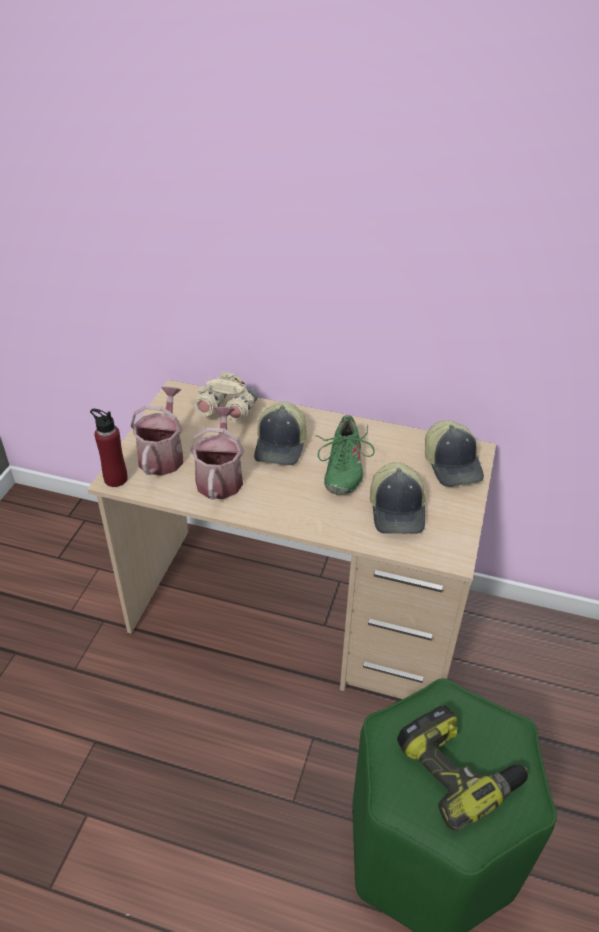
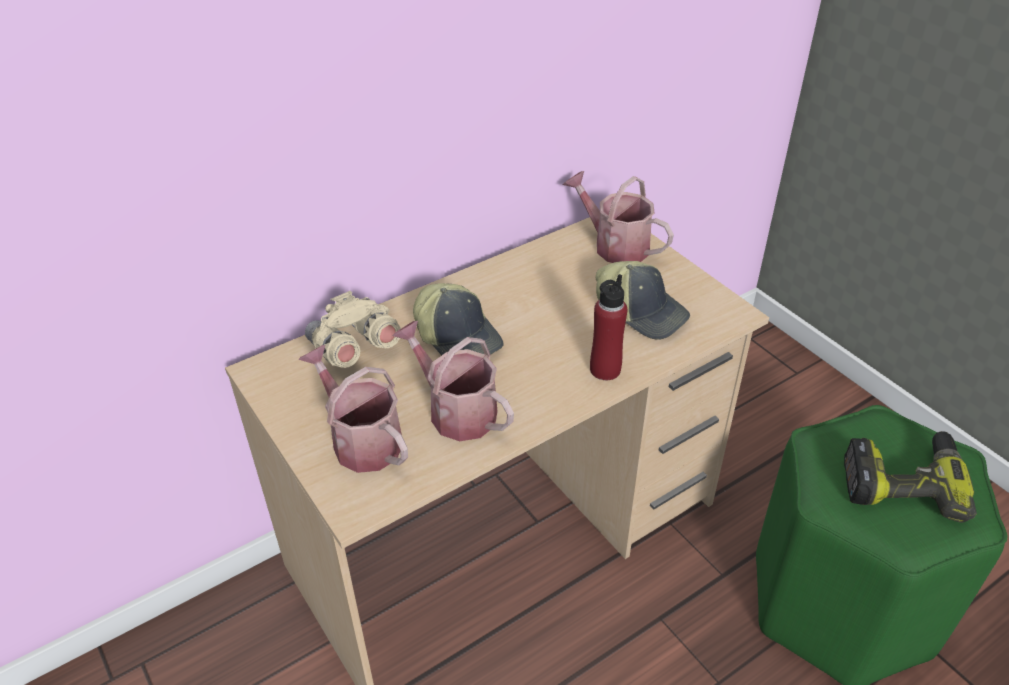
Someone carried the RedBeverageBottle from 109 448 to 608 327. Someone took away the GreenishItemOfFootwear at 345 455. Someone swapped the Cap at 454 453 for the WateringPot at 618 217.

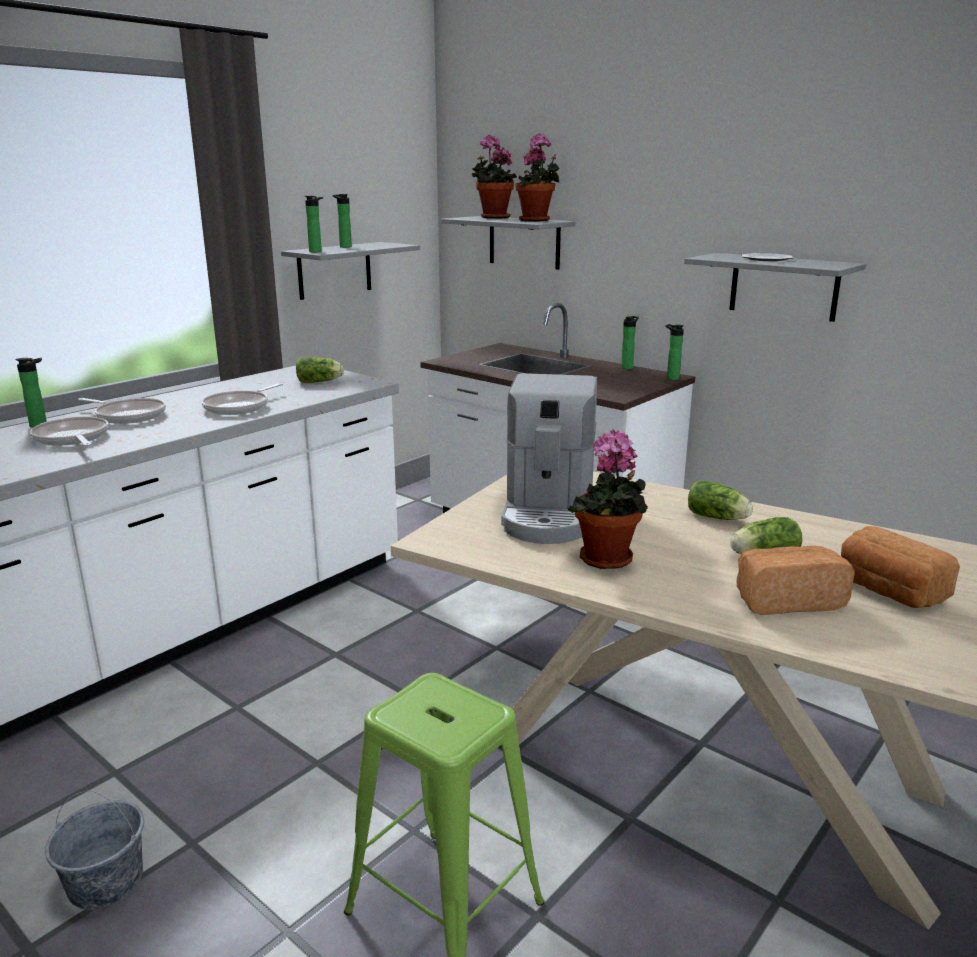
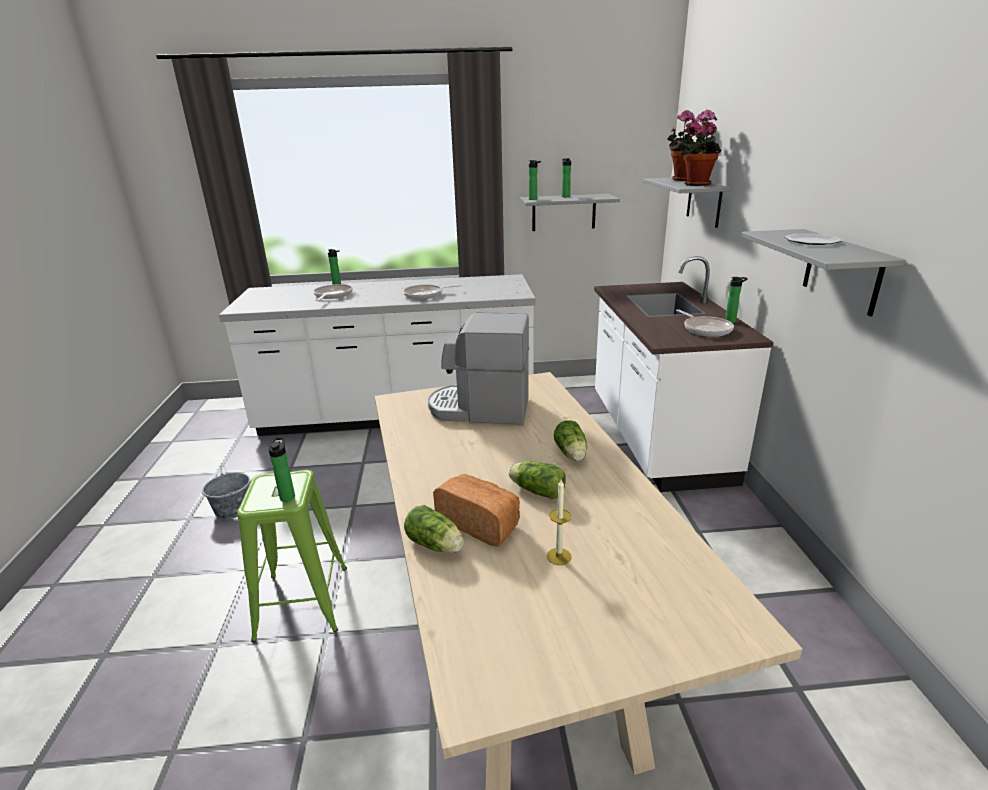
Someone carried the BeverageBottle from 674 352 to 281 469. Someone carried the HeadOfLettuce from 320 370 to 434 529. Someone rotated the CoffeeBrewer at 549 458 by 45 degrees clockwise. Someone carried the FryingPan from 122 411 to 705 323. Someone took away the Houseplant at 608 499. Someone swapped the BakeryBread at 900 567 for the WaxCandle at 559 522.

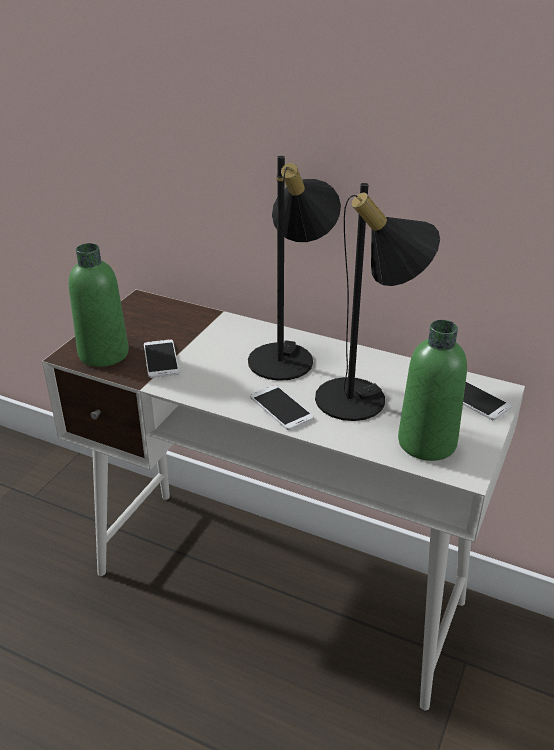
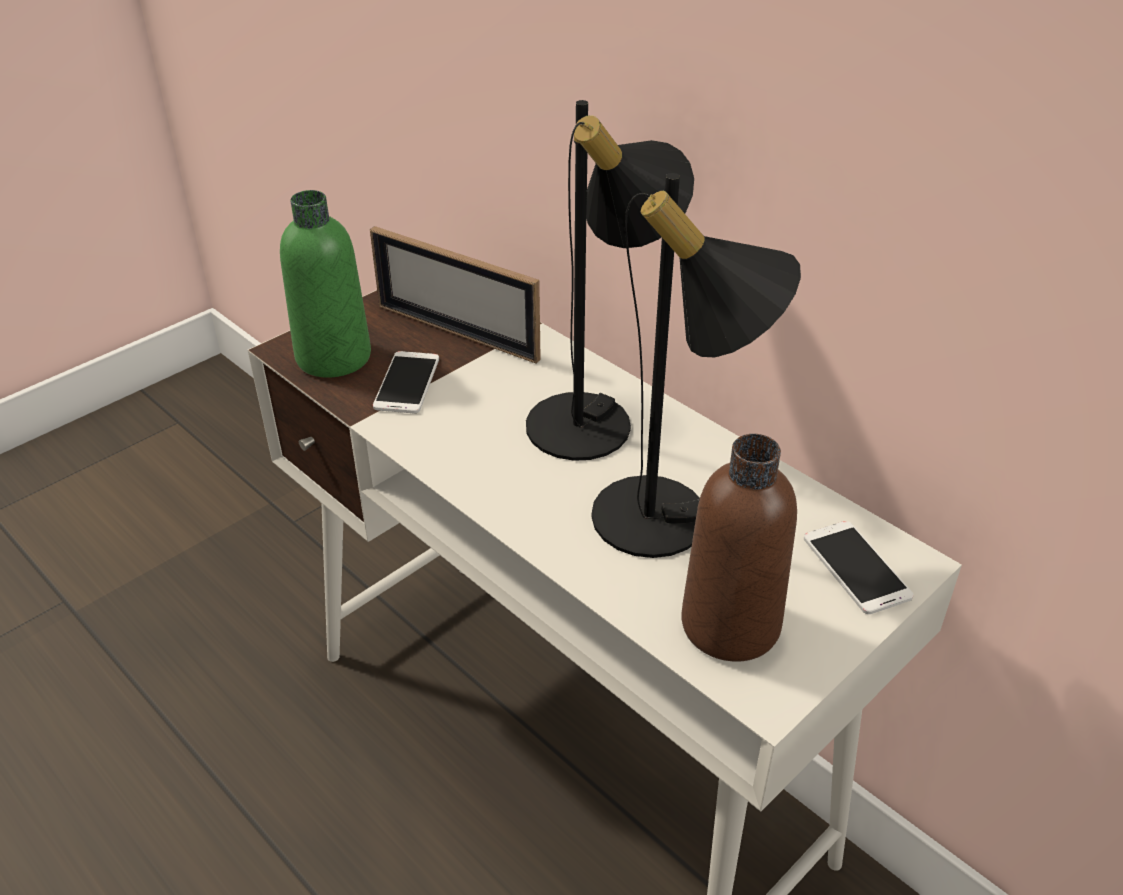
Someone repainted the GreenishBeverageBottle at 432 390, which became the BrownishBeverageBottle at 739 548. Someone took away the Phone at 282 407. Someone put down the StandingFrame at 455 295.

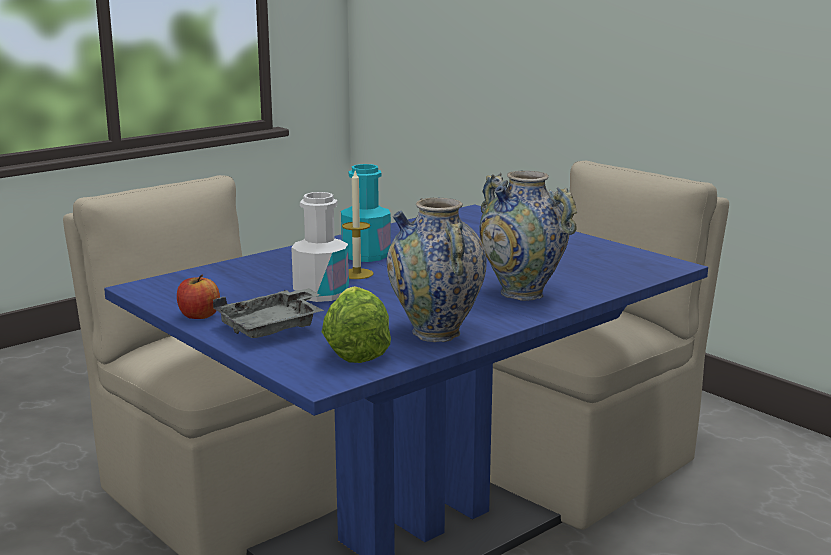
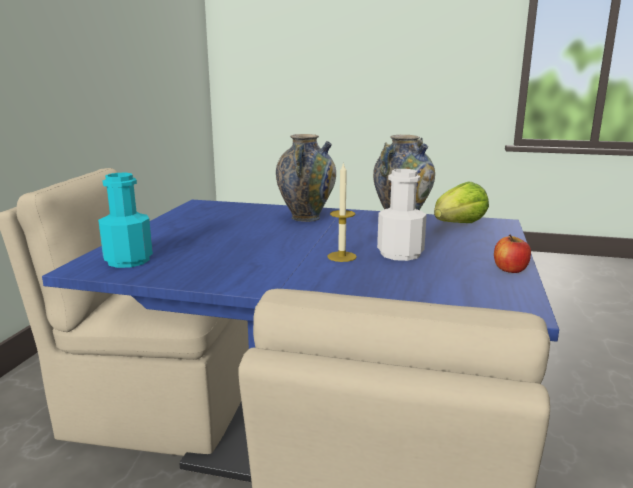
Someone carried the TurquoiseBeverageBottle from 366 213 to 125 220. Someone took away the GreyCarryingTray at 268 313.

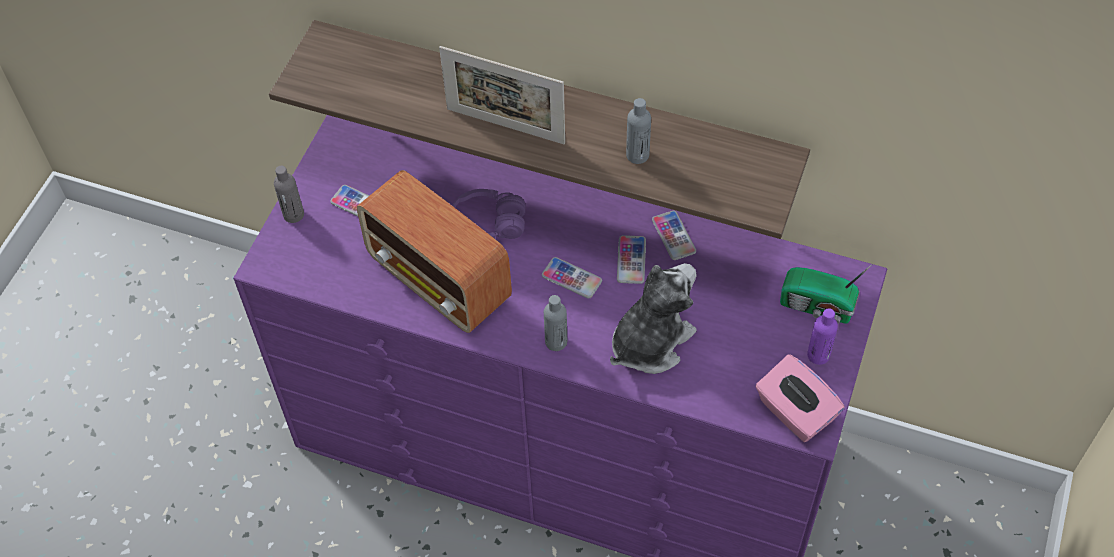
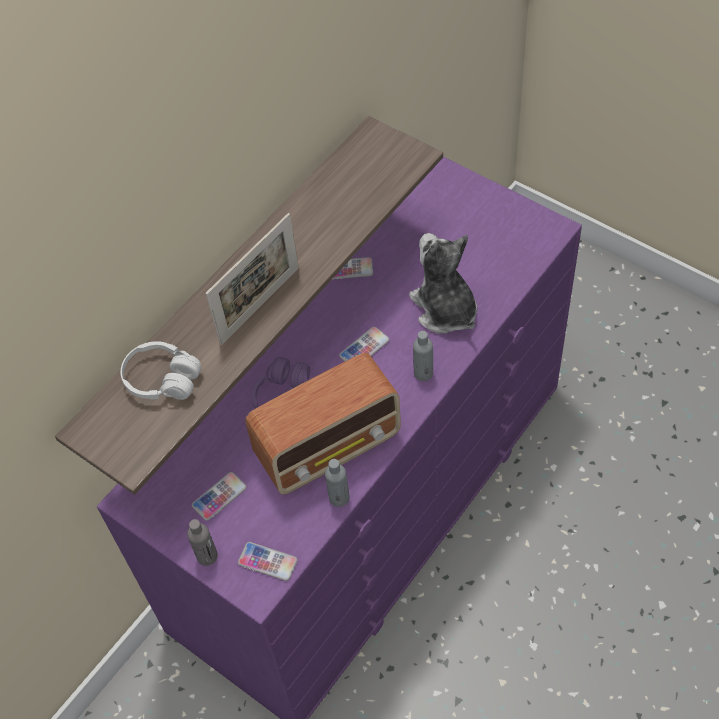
Someone carried the GreyBeverageBottle from 638 131 to 337 483. Someone carried the Phone from 631 259 to 267 561. Someone took away the RadioSet at 826 294. Someone took away the PurpleColouredBeverageBottle at 822 336. Someone took away the PinkColouredTissueBox at 800 398. Someone put down the WhiteHeadset at 161 370.

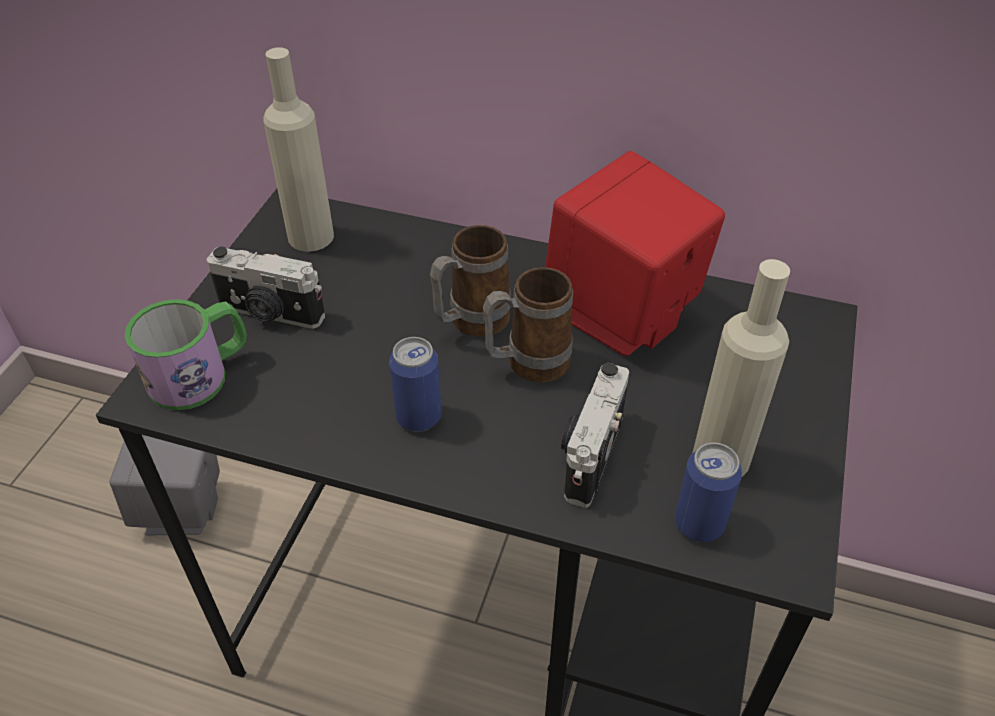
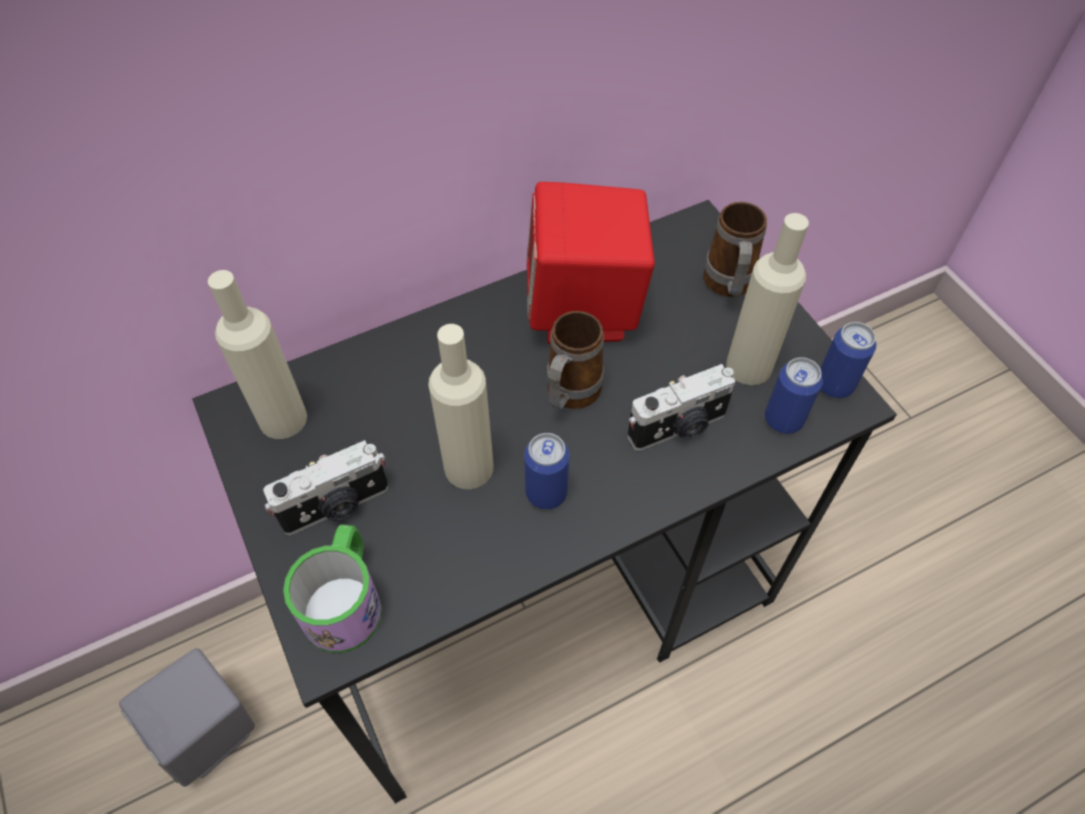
Someone carried the Mug from 470 281 to 735 249. Someone rotated the PhotoCamera at 595 435 by 90 degrees counterclockwise. Someone put down the Can at 848 360. Someone put down the BeigeColouredBeverageBottle at 461 406.

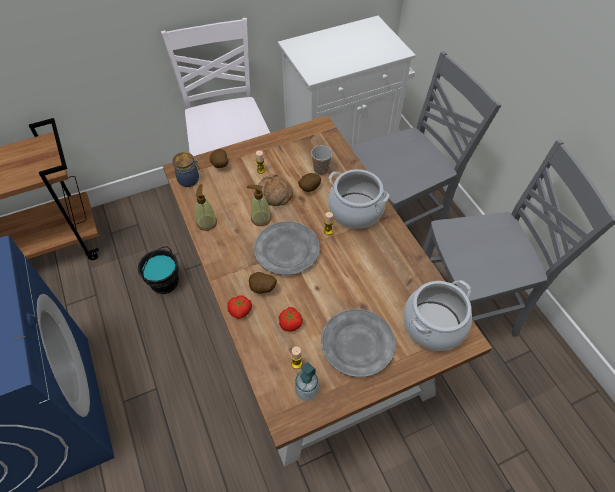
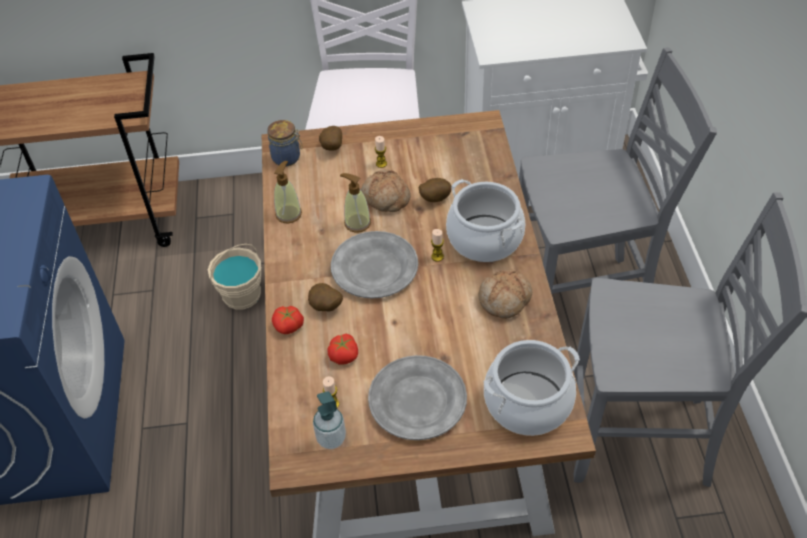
Someone took away the SmallCup at 321 160. Someone repainted the BlackColouredBucket at 158 270, which became the BeigeColouredBucket at 234 277. Someone put down the BakeryBread at 505 294.

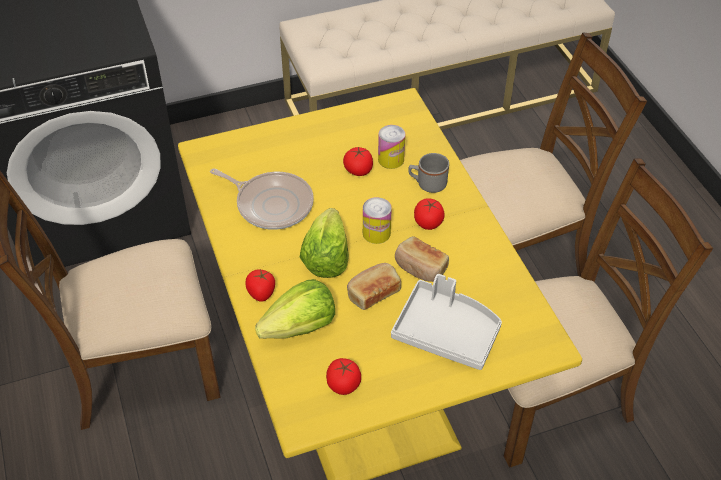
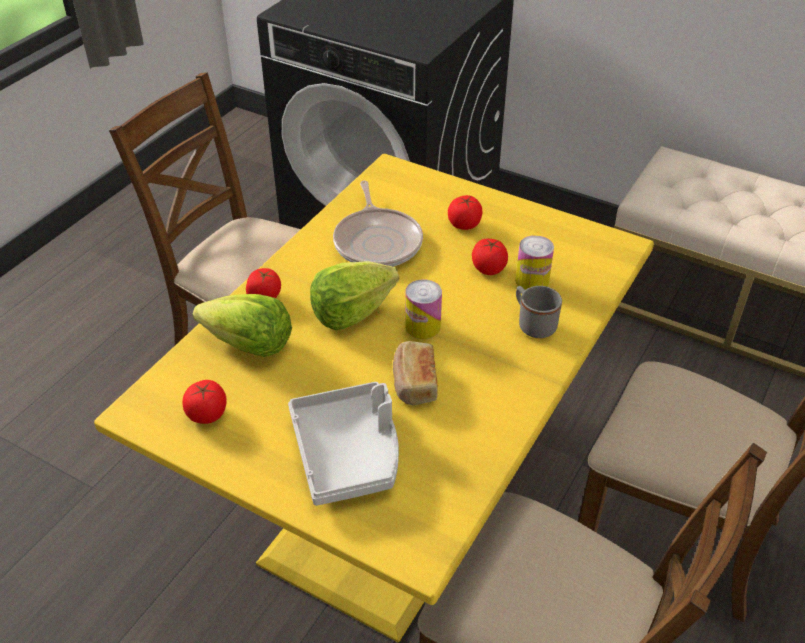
Someone carried the Tomato from 429 214 to 465 212. Someone took away the BakeryBread at 374 286.

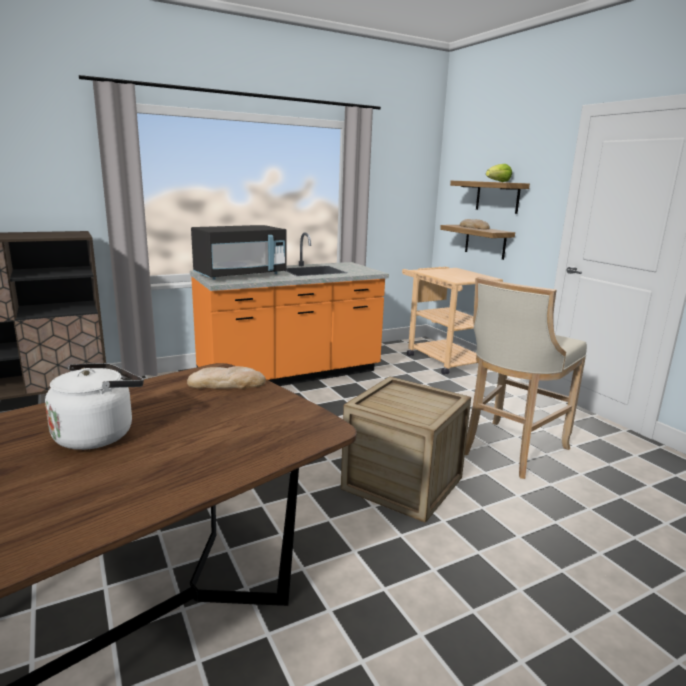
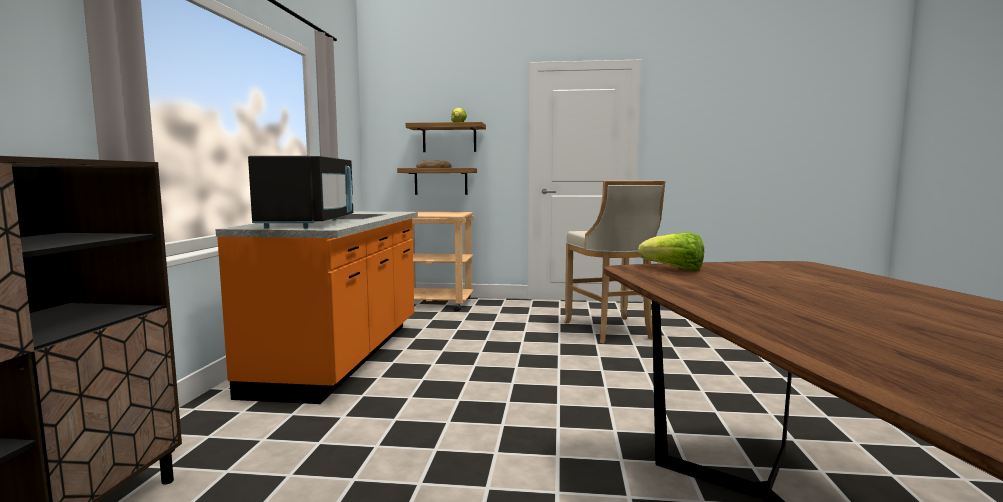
Someone took away the WhiteWaterKettle at 94 406. Someone swapped the BakeryBread at 226 377 for the HeadOfLettuce at 671 251. Someone took away the Crate at 406 449.

